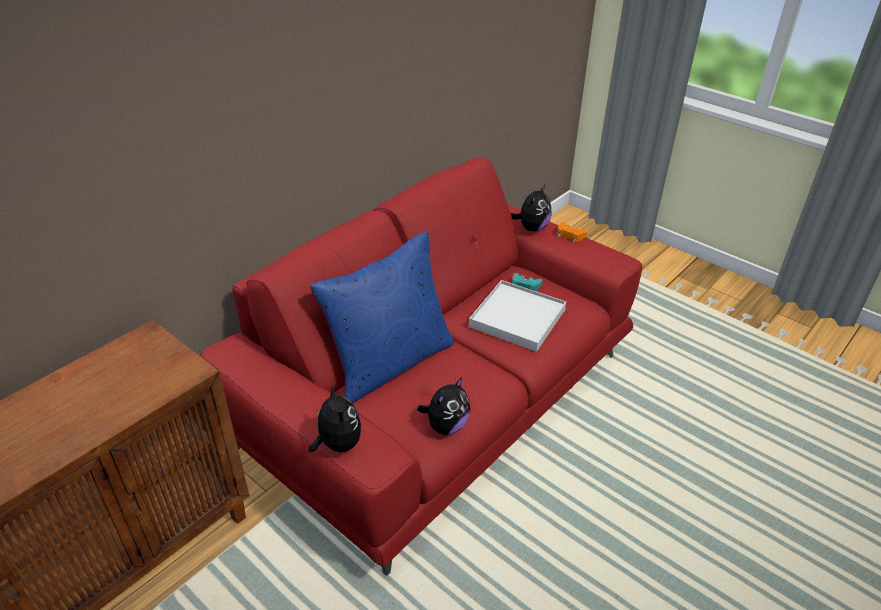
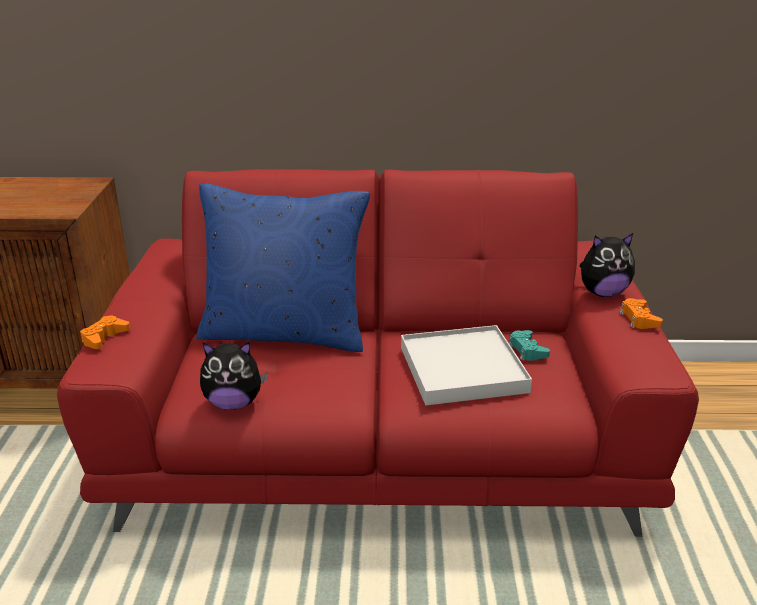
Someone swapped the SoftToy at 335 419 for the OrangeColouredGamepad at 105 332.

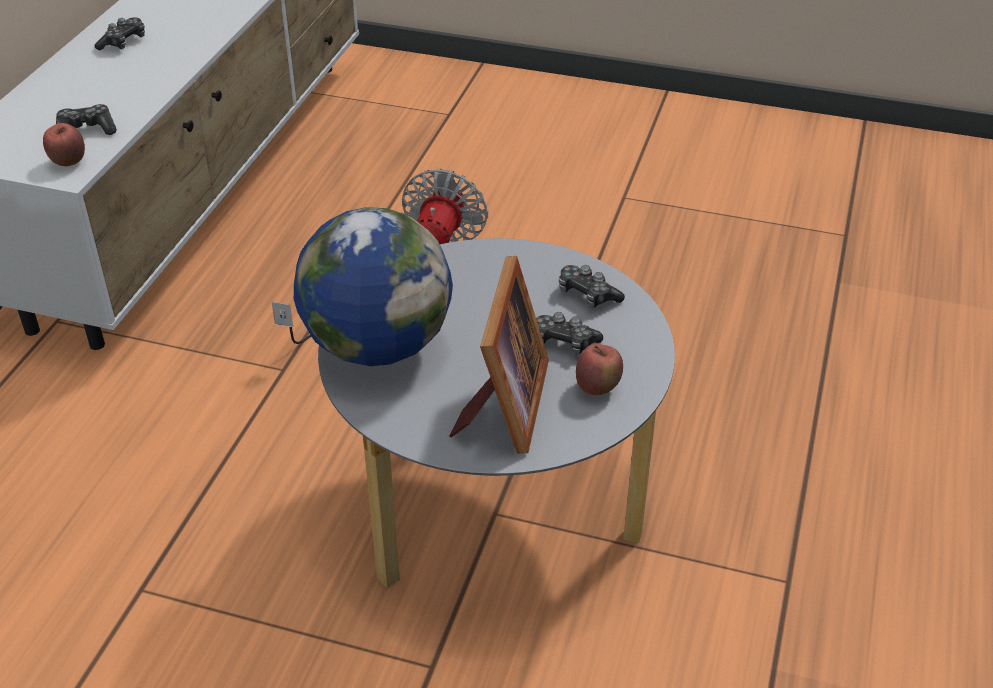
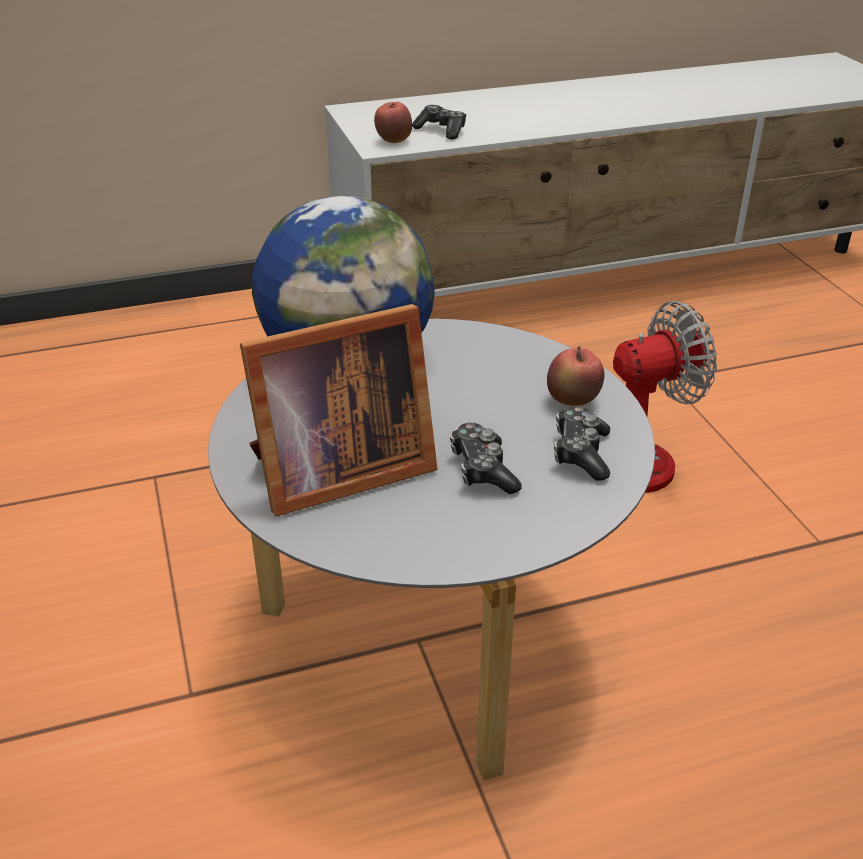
Someone took away the Gamepad at 119 33. Someone carried the Apple from 599 370 to 576 376.

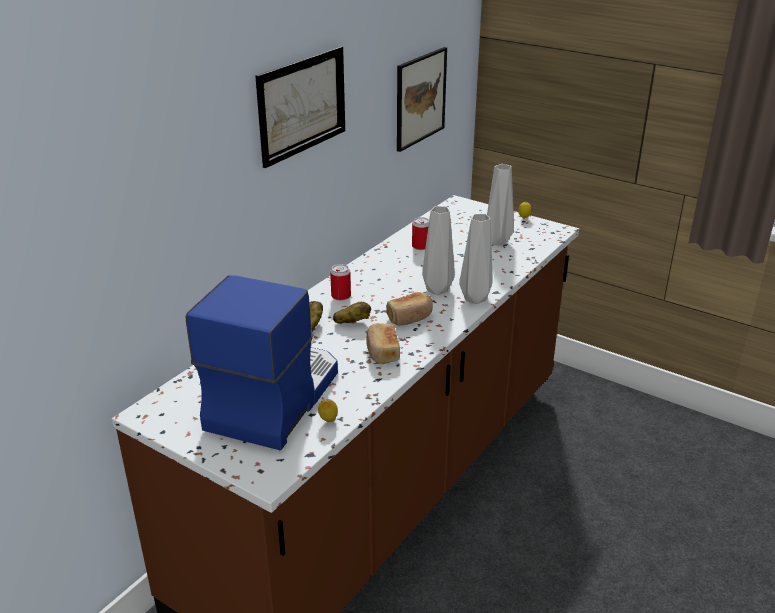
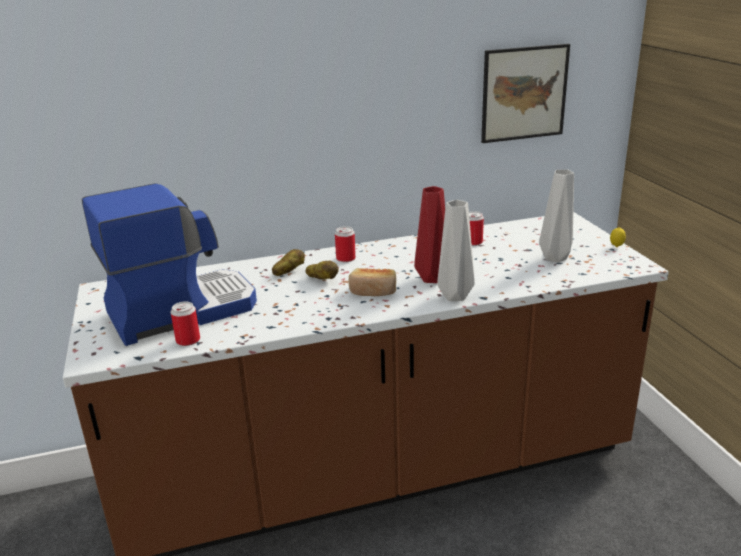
Someone took away the WallPicture at 300 107. Someone repainted the GreyDecorativeVase at 438 250, which became the RedDecorativeVase at 429 234. Someone took away the BakeryBread at 383 343. Someone swapped the CitrusFruit at 328 410 for the Can at 185 323.

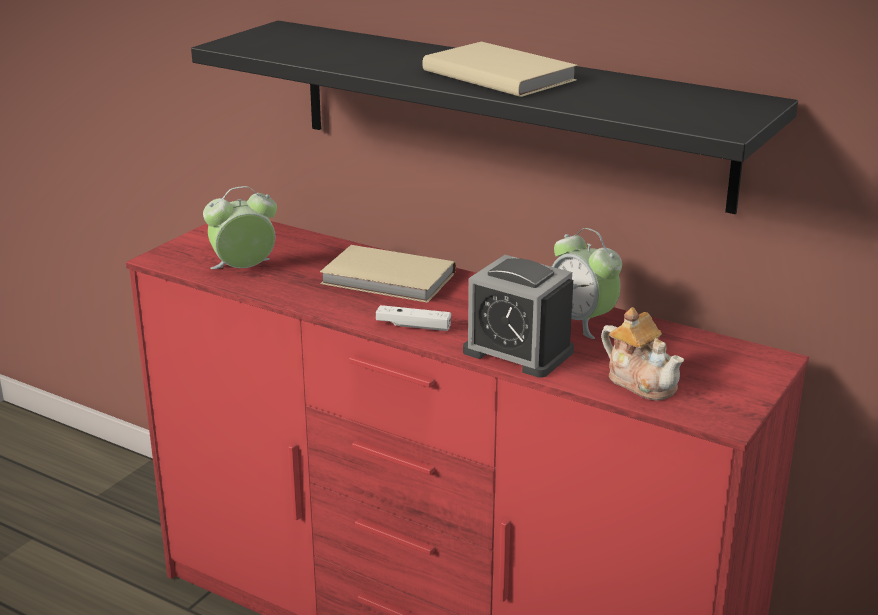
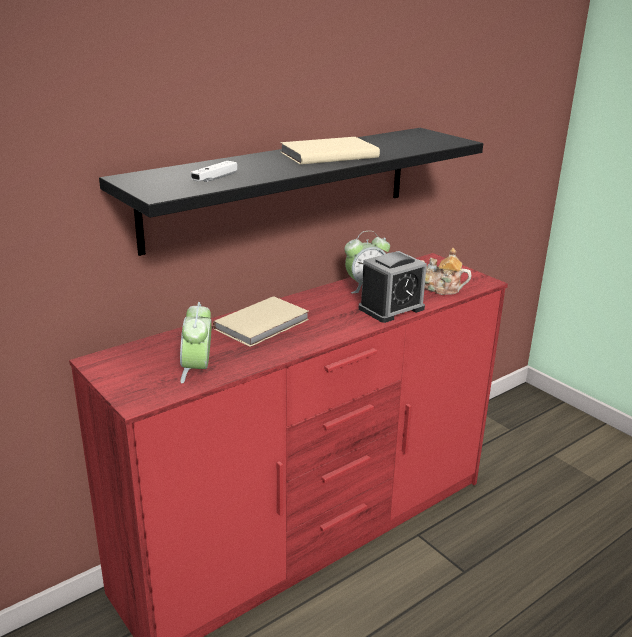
Someone carried the WhiteGamepad from 413 318 to 214 171. Someone rotated the TeaPot at 642 354 by 135 degrees counterclockwise.

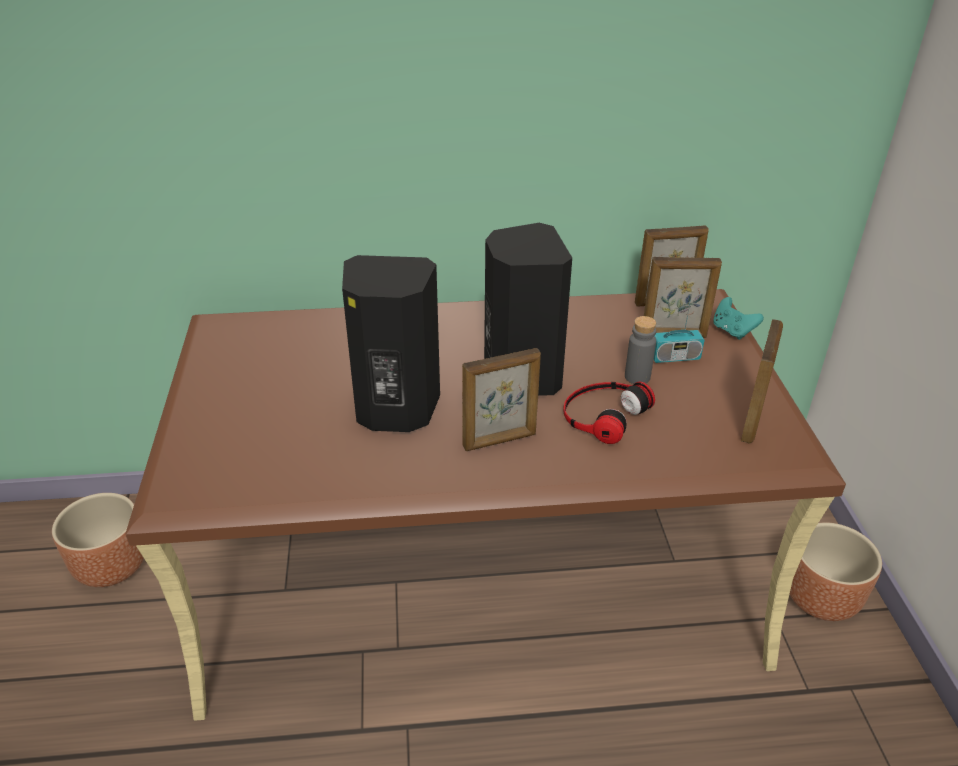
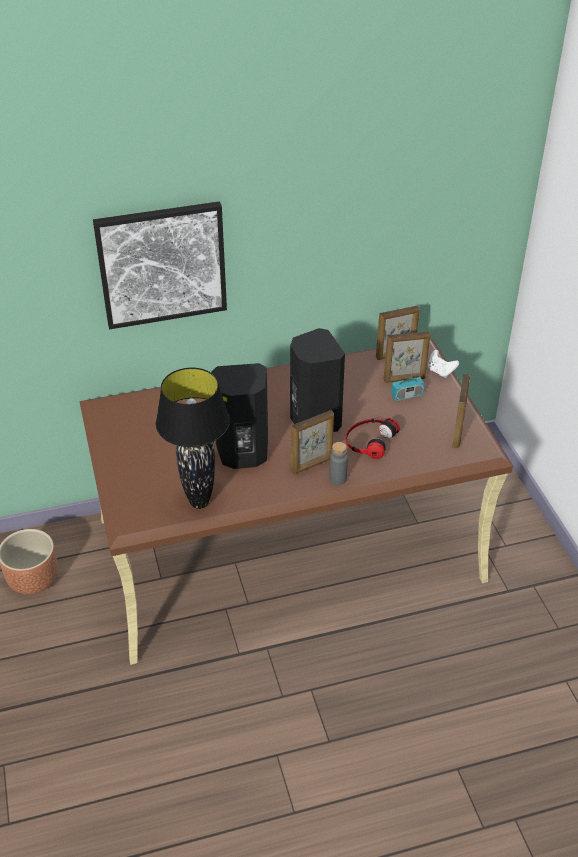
Someone repainted the TurquoiseGamepad at 738 318, which became the WhiteGamepad at 443 364. Someone carried the GreyBeverageBottle from 640 350 to 338 463. Someone took away the BrownishPlantPot at 836 571. Someone put up the WallPicture at 160 265. Someone put down the BlackColouredTableLamp at 193 438.

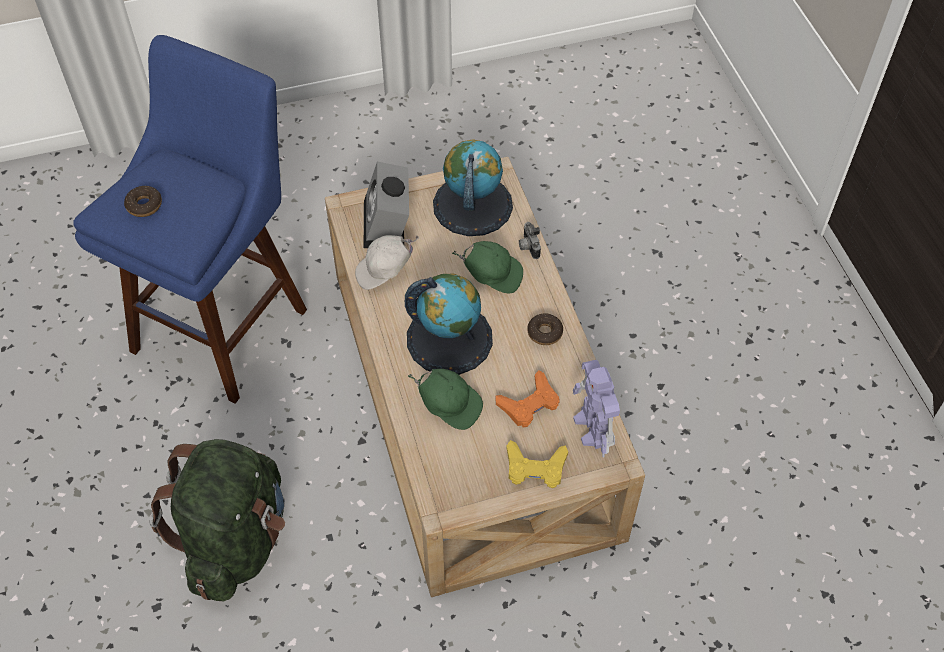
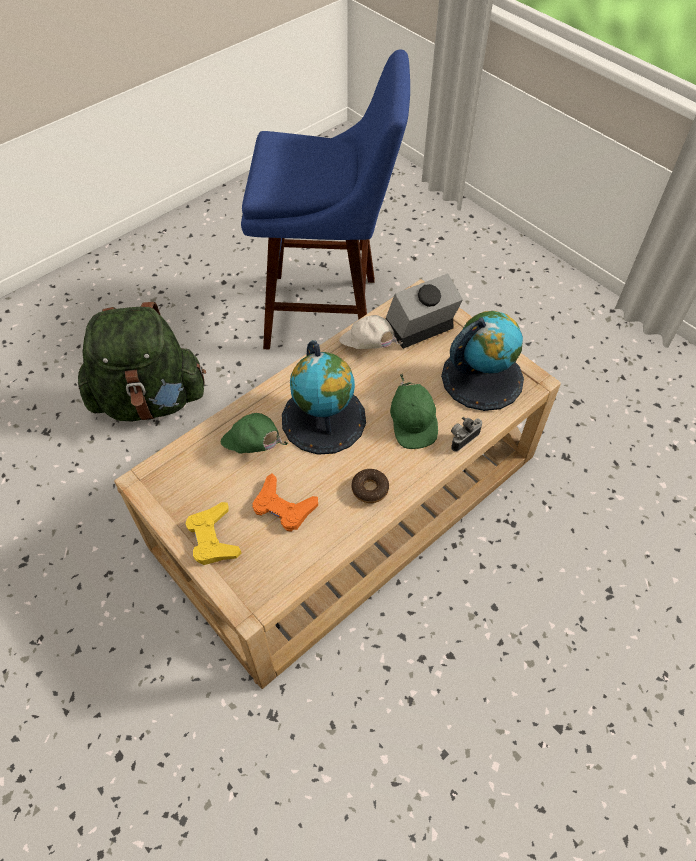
Someone took away the Donut at 143 201. Someone took away the ToyRobot at 596 408. Someone rotated the GreenishCap at 445 399 by 120 degrees clockwise.

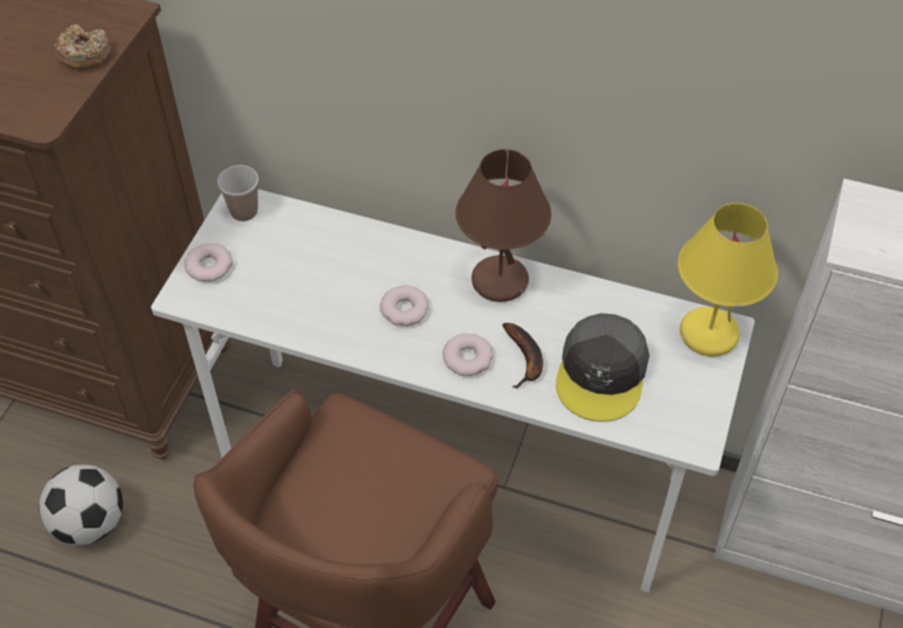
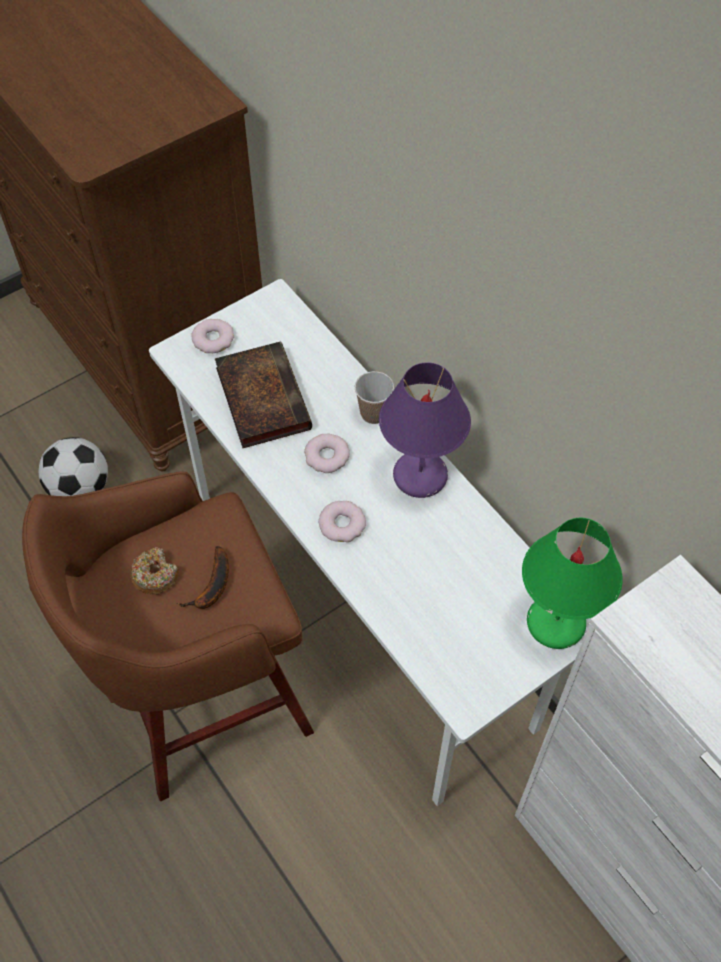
Someone carried the Donut from 82 47 to 154 571. Someone repainted the BrownishTableLamp at 503 225, which became the PurpleColouredTableLamp at 425 430. Someone carried the SmallCup from 238 193 to 374 397. Someone repainted the YellowTableLamp at 728 279, which became the GreenishTableLamp at 572 583. Someone took away the GreyCap at 603 367. Someone carried the WholeBanana from 522 355 to 203 577. Someone put down the Book at 263 395.

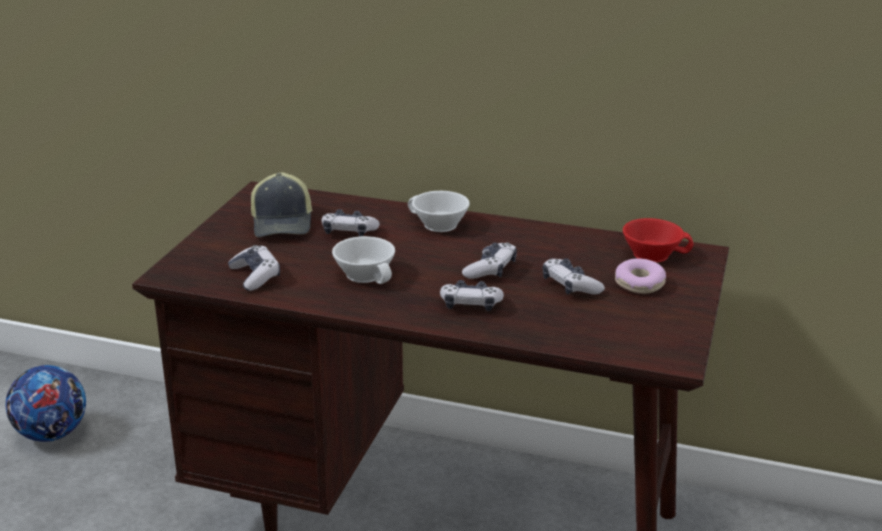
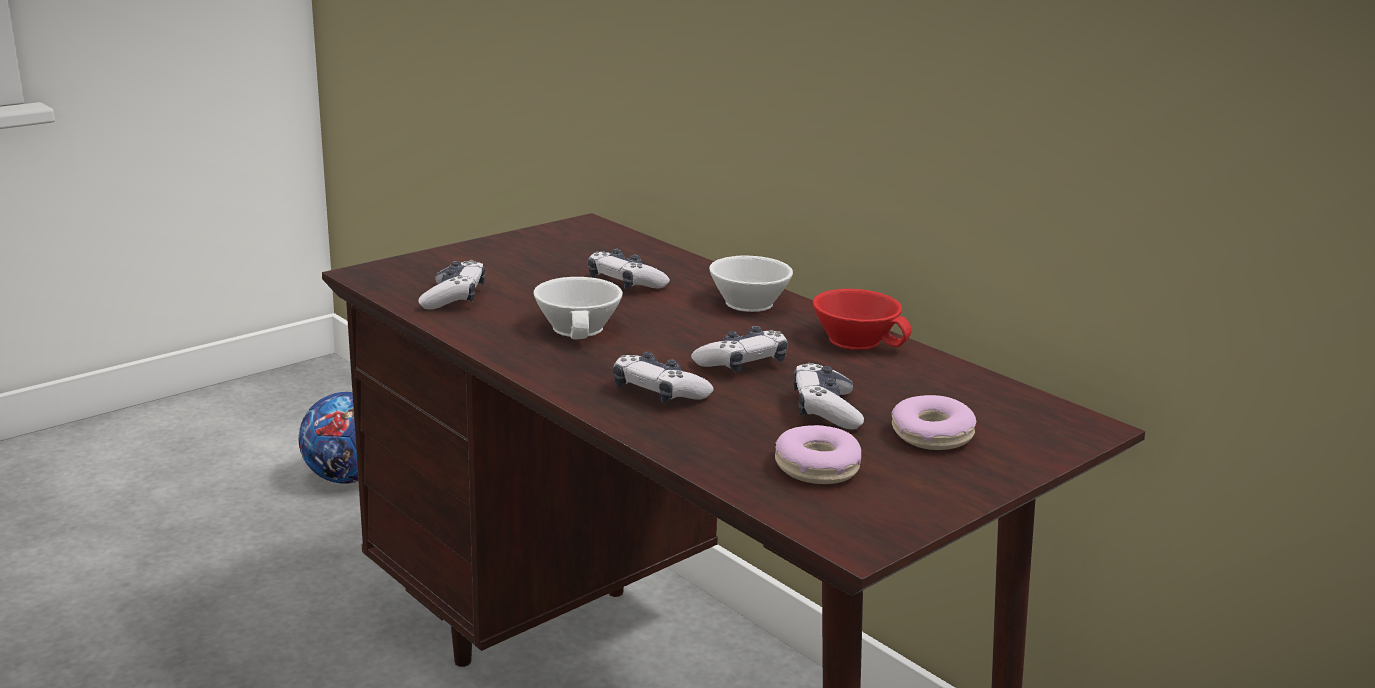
Someone took away the Cap at 281 205. Someone carried the RedSmallCup from 658 240 to 862 319. Someone put down the Donut at 818 454.

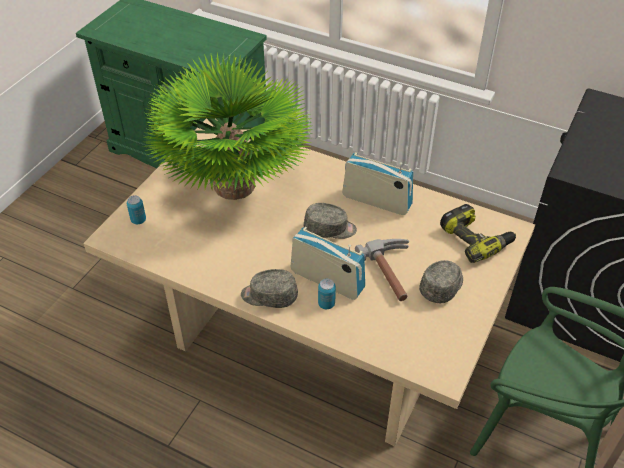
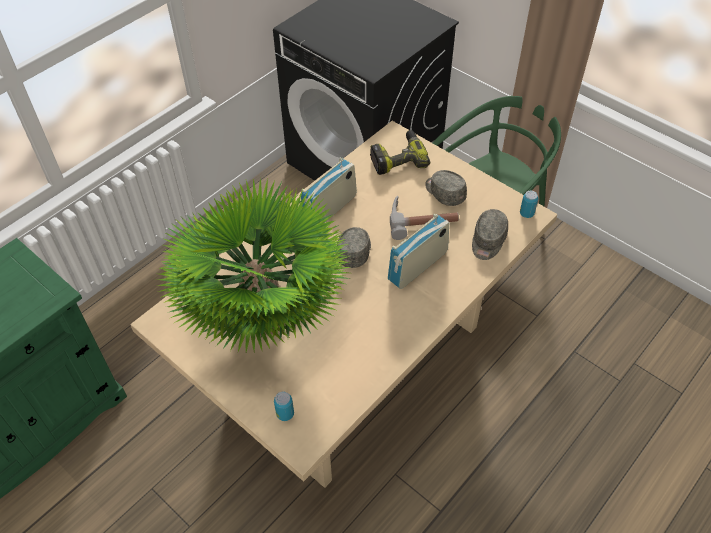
Someone carried the GreyCap from 269 288 to 490 234. Someone carried the Can from 327 294 to 529 204.

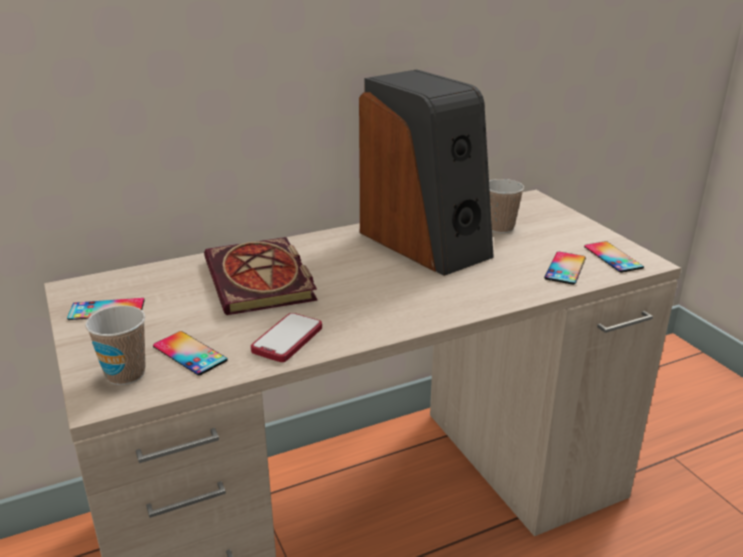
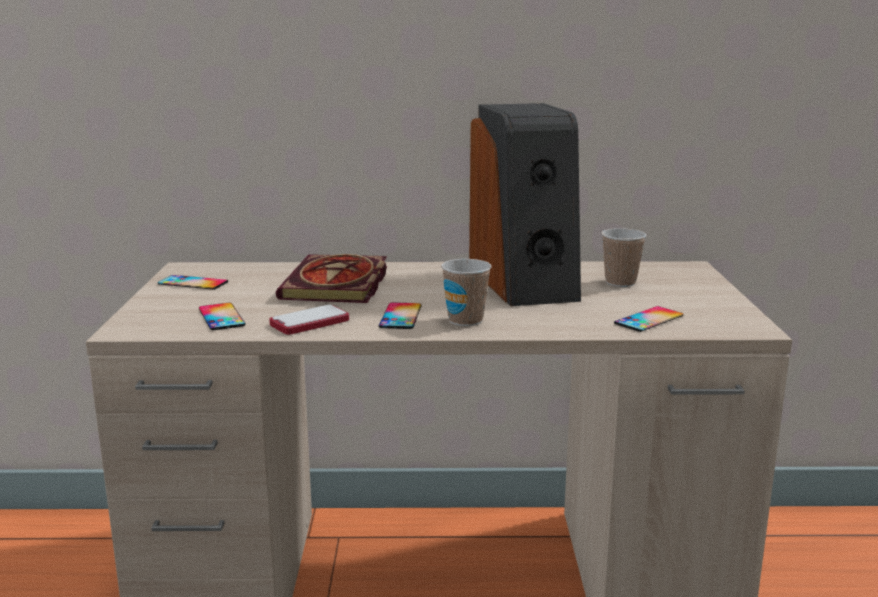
Someone carried the Phone from 614 257 to 400 315. Someone carried the SmallCup from 115 345 to 466 292.

